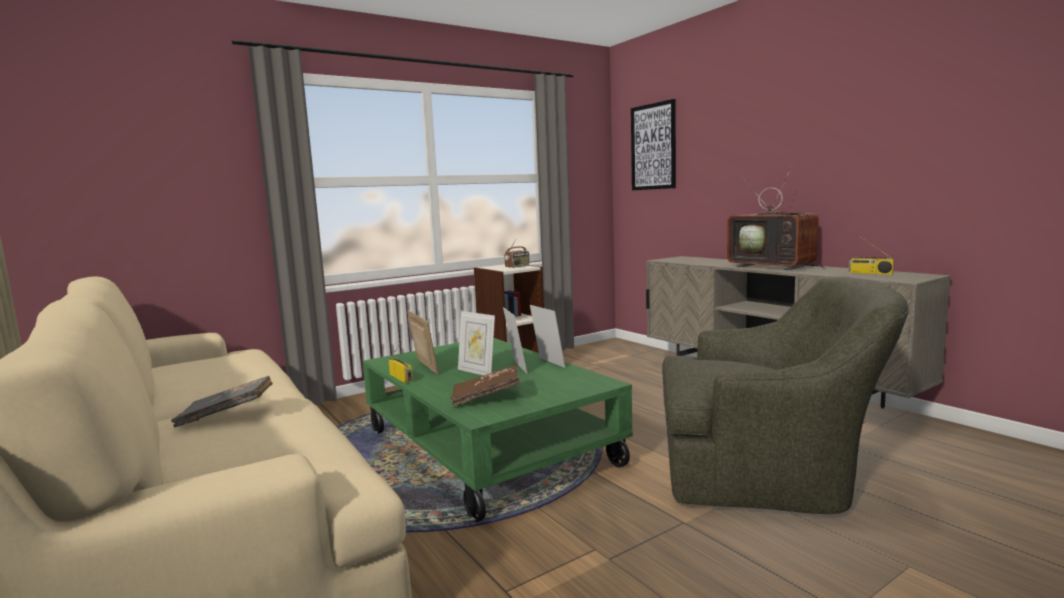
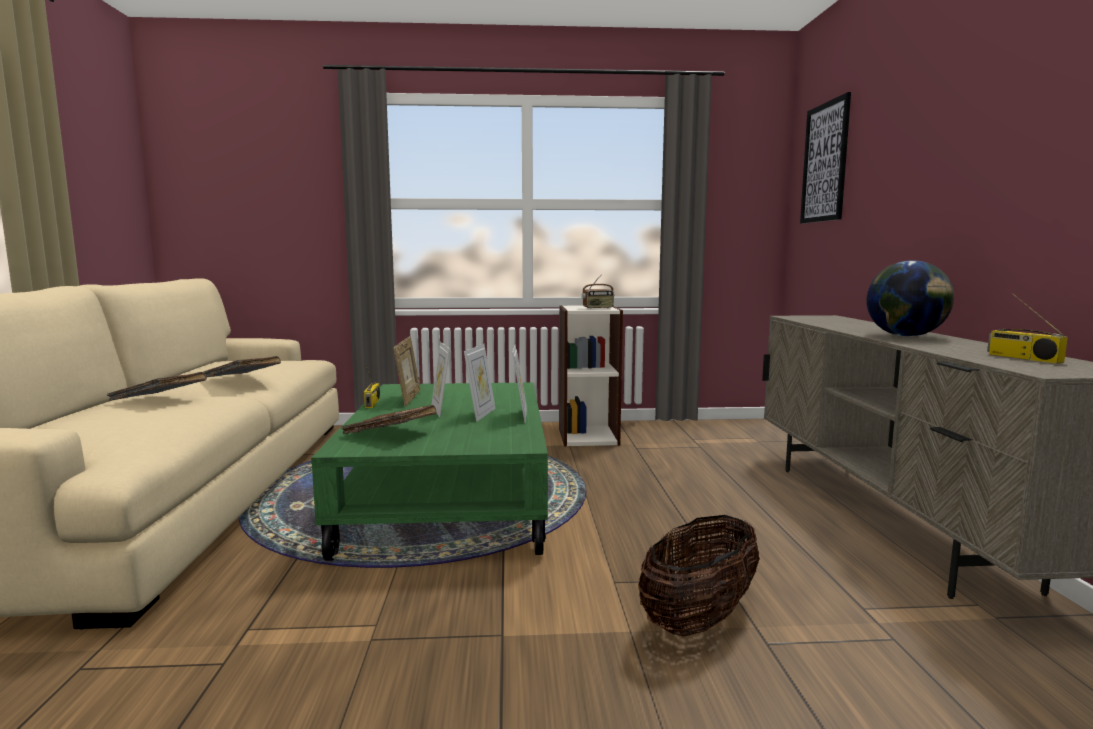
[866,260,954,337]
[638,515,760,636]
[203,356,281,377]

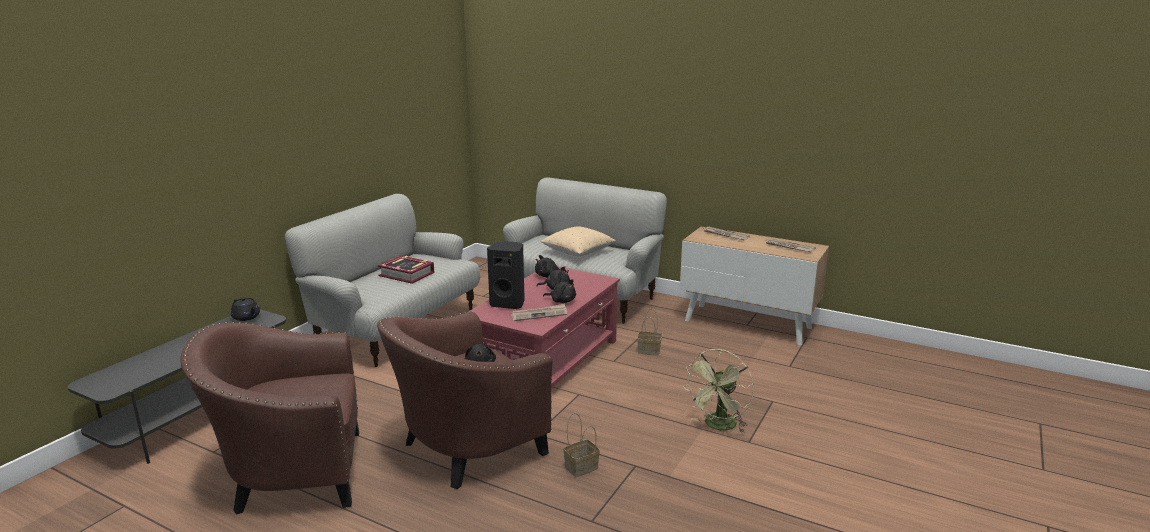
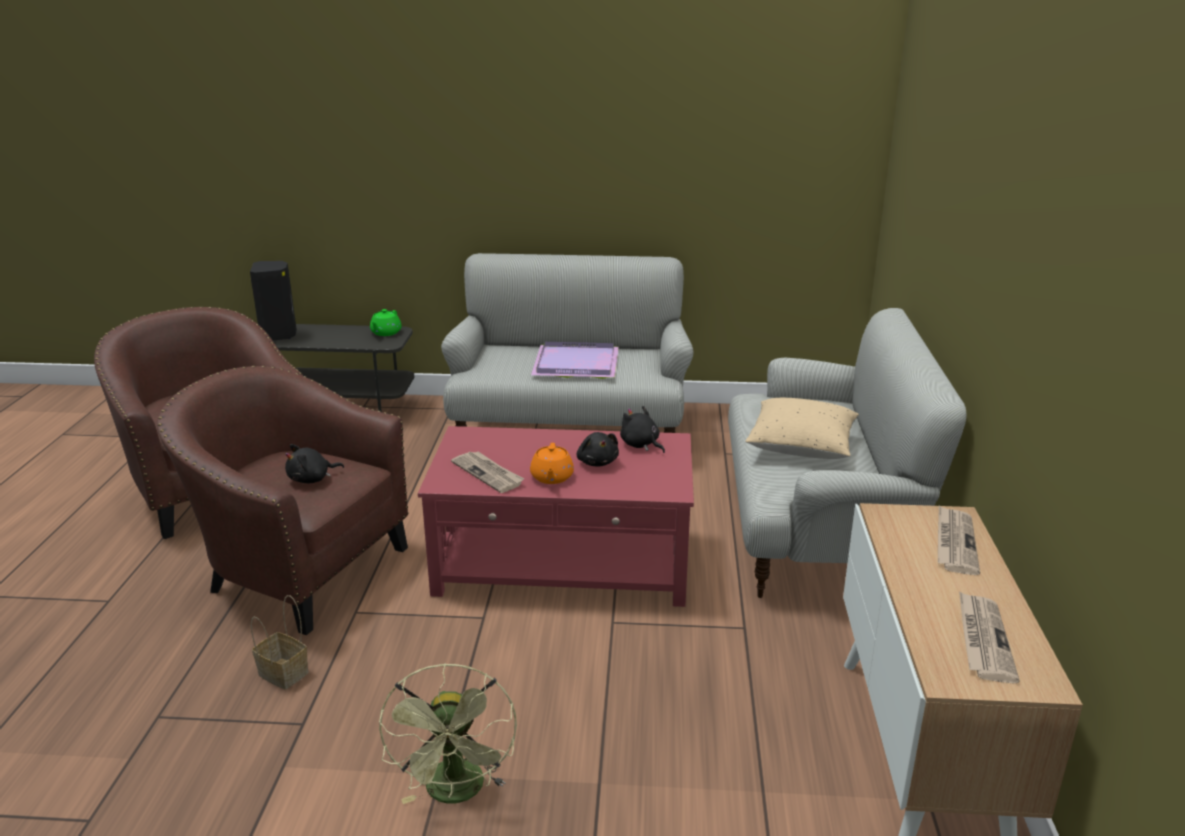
[250,261,297,341]
[531,342,619,379]
[530,443,574,484]
[370,309,402,336]
[637,309,662,356] (first image)
[379,663,517,804]

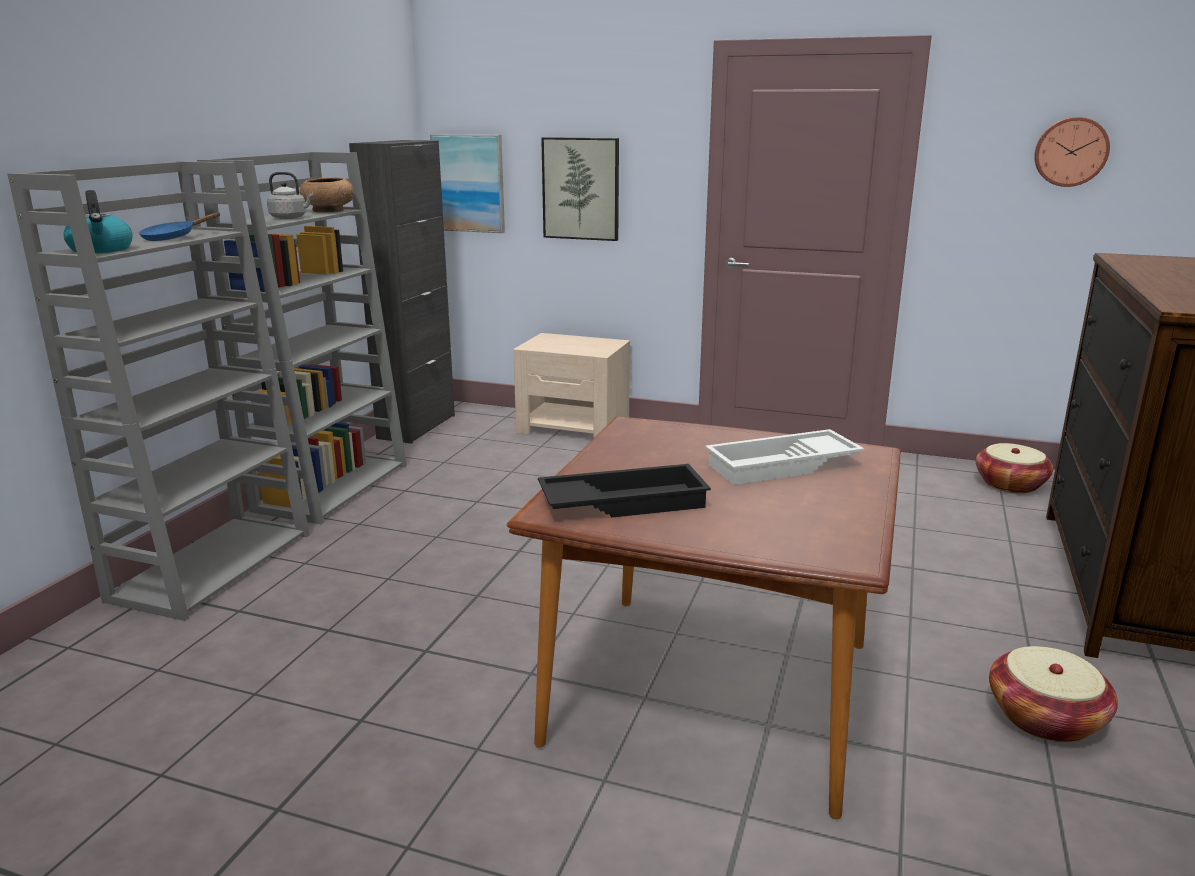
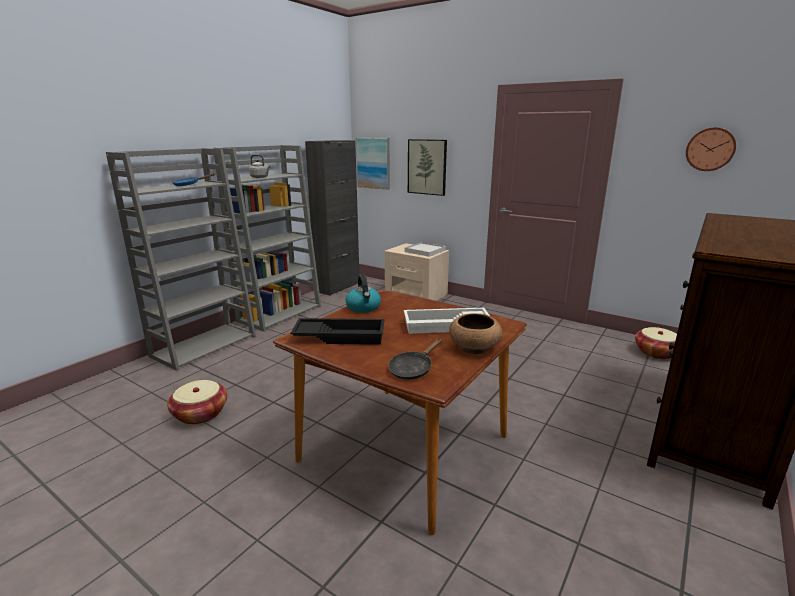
[449,313,502,354]
[346,275,381,313]
[167,380,227,425]
[405,242,446,257]
[388,338,442,380]

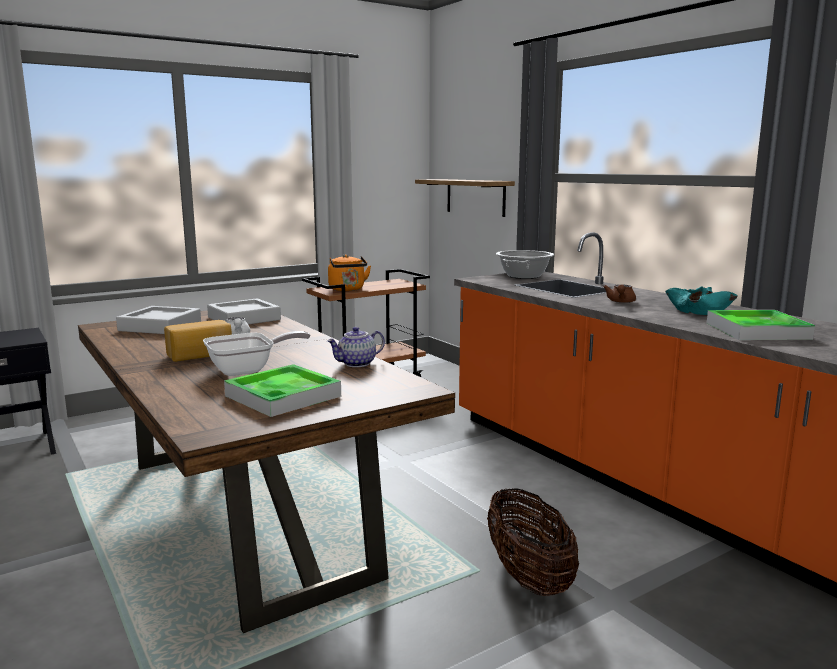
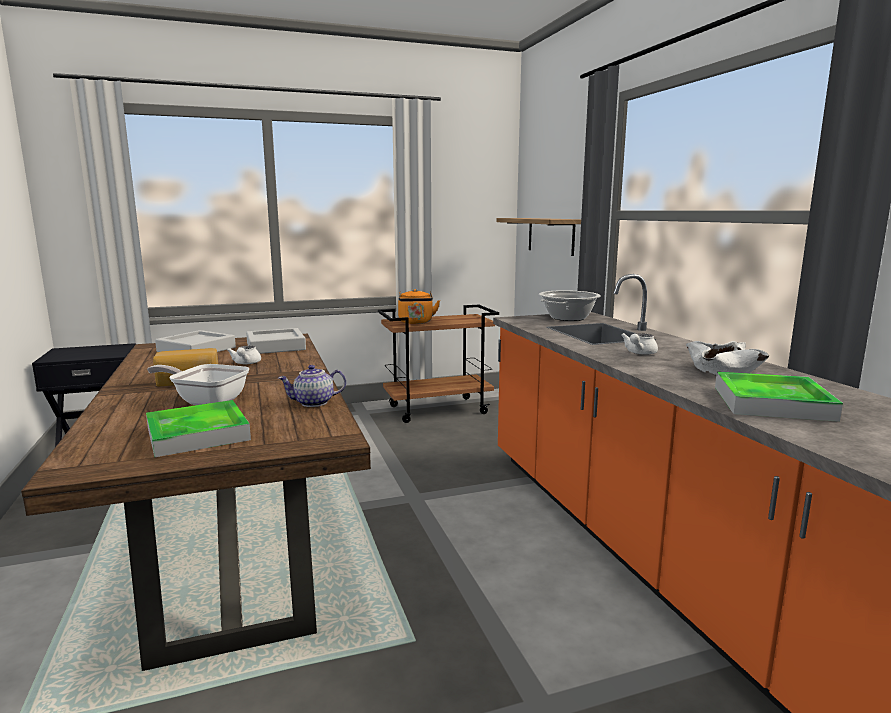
[621,333,658,355]
[686,341,770,375]
[147,364,249,405]
[487,488,579,596] (first image)

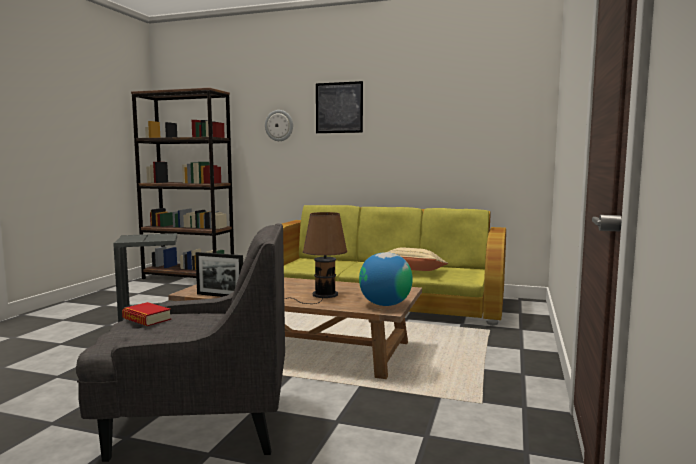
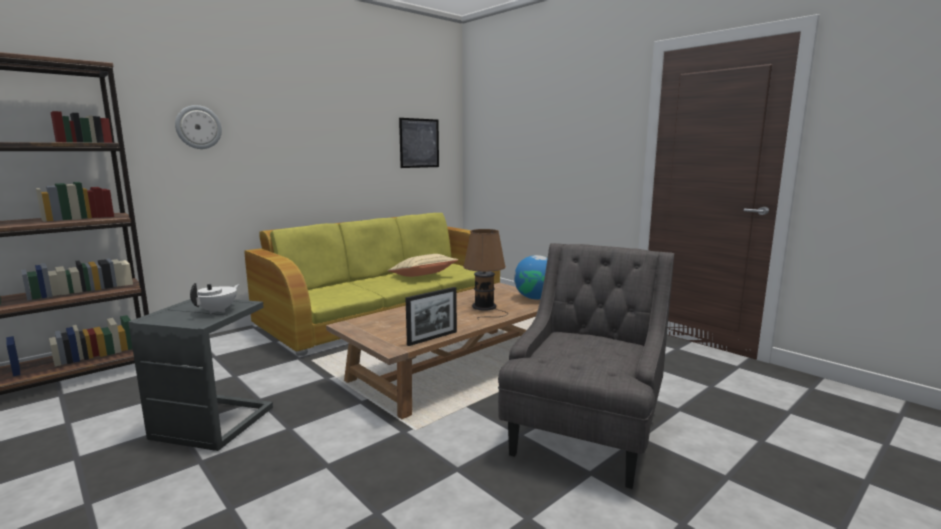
[399,118,439,168]
[122,302,171,326] (first image)
[190,283,240,314]

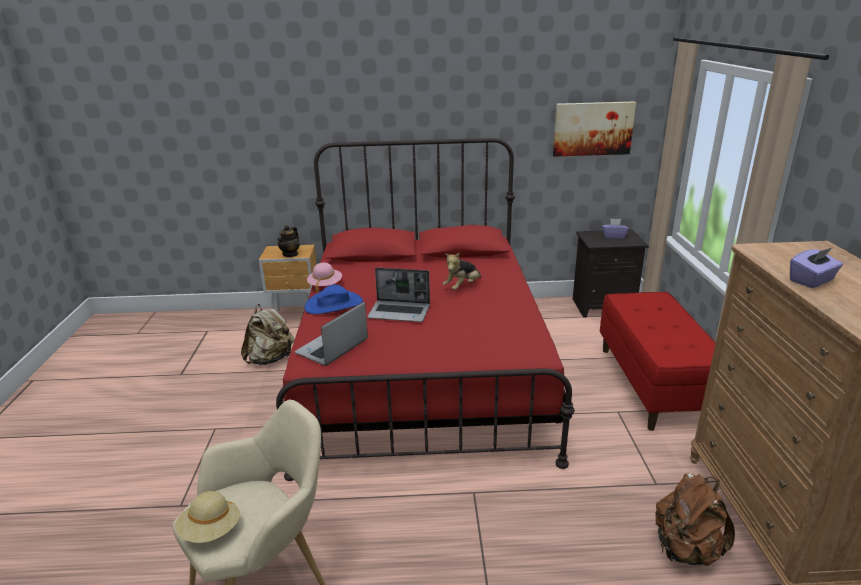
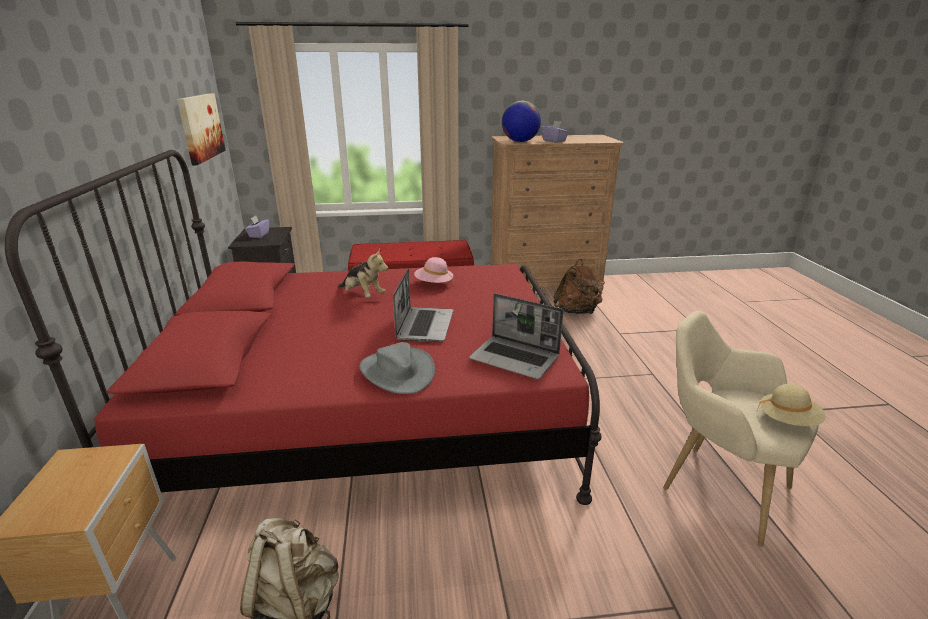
[277,225,300,257] (first image)
[414,257,454,285]
[359,342,435,394]
[502,101,541,142]

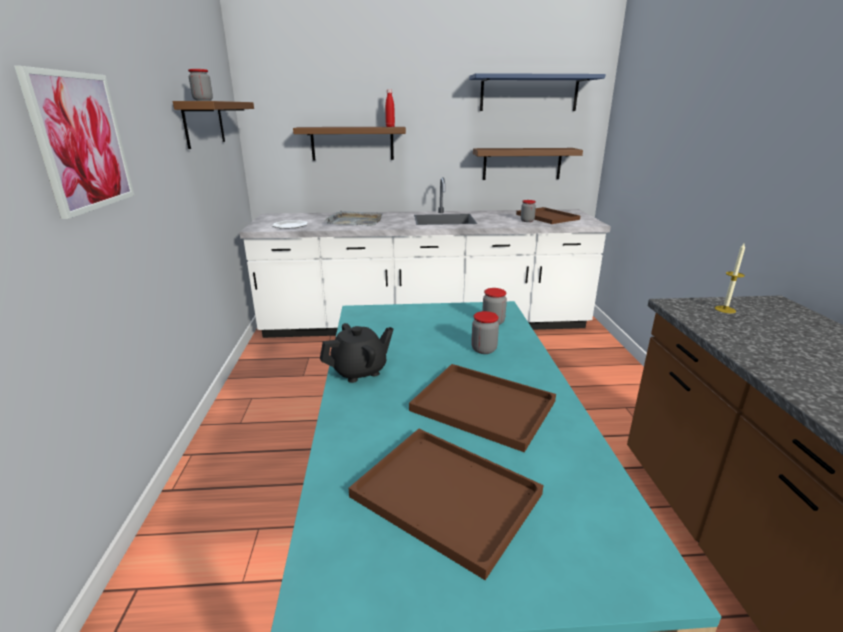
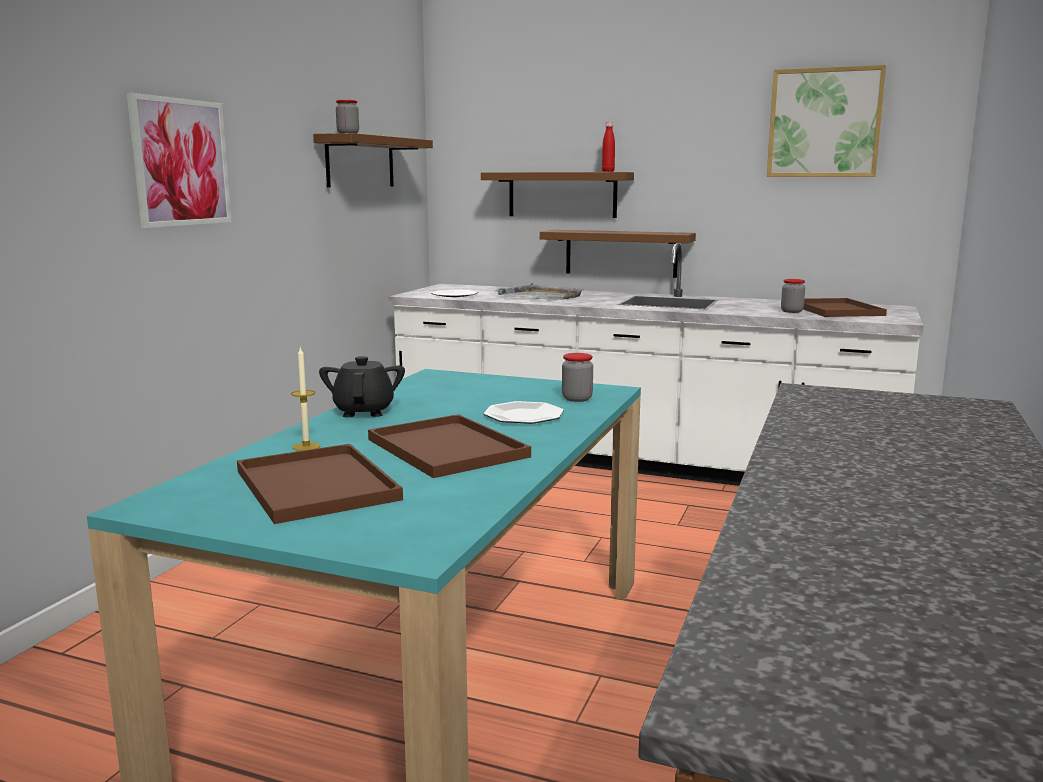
[767,65,886,177]
[540,230,696,278]
[291,348,320,451]
[484,401,564,424]
[319,356,405,417]

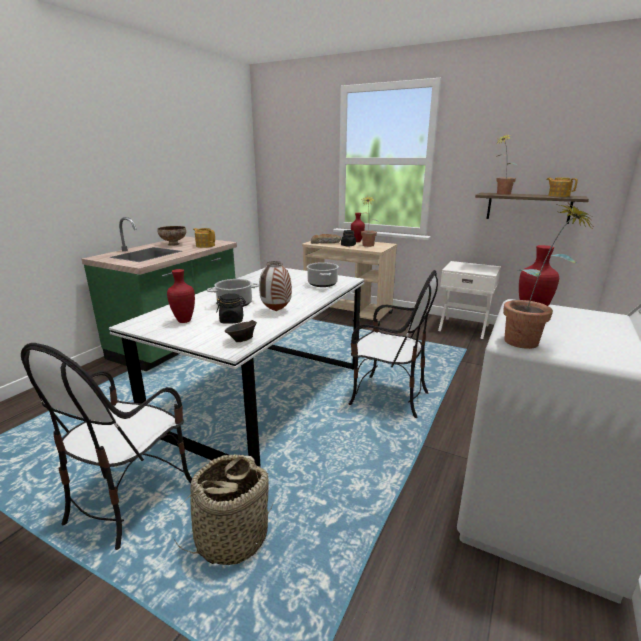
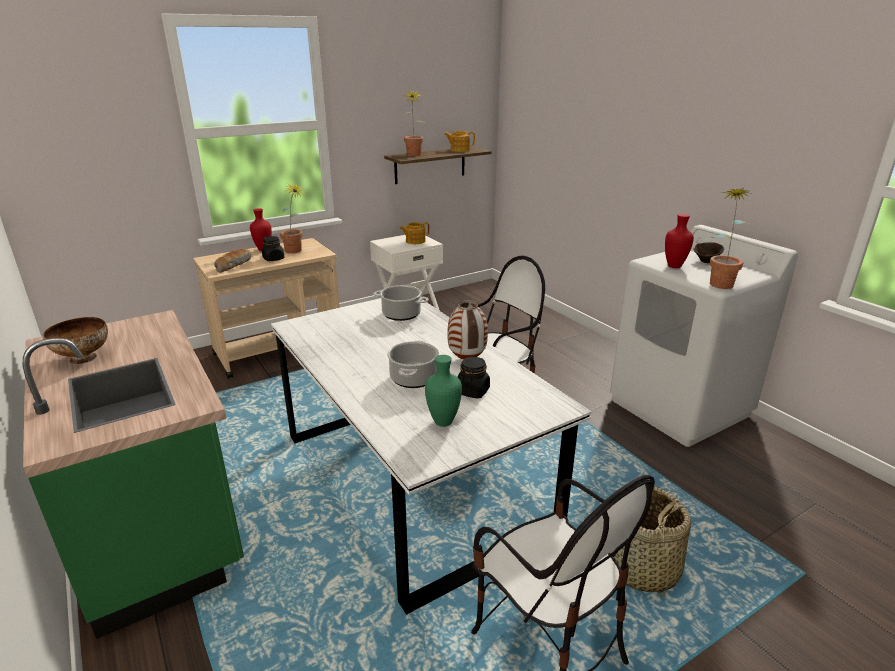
[400,222,430,244]
[425,355,462,427]
[693,242,724,263]

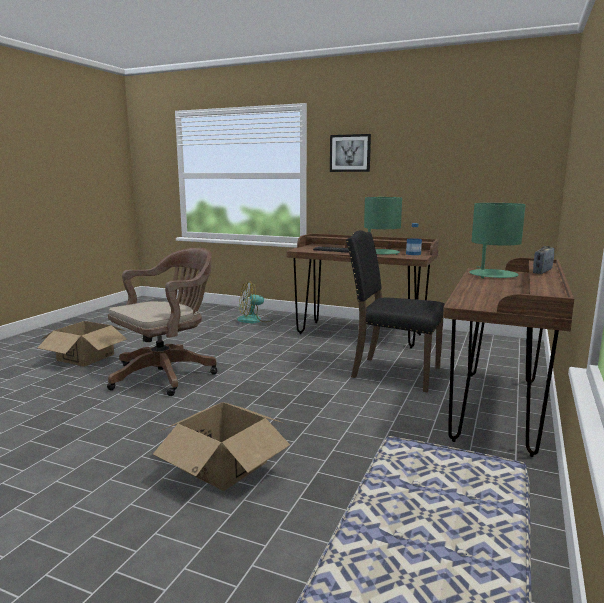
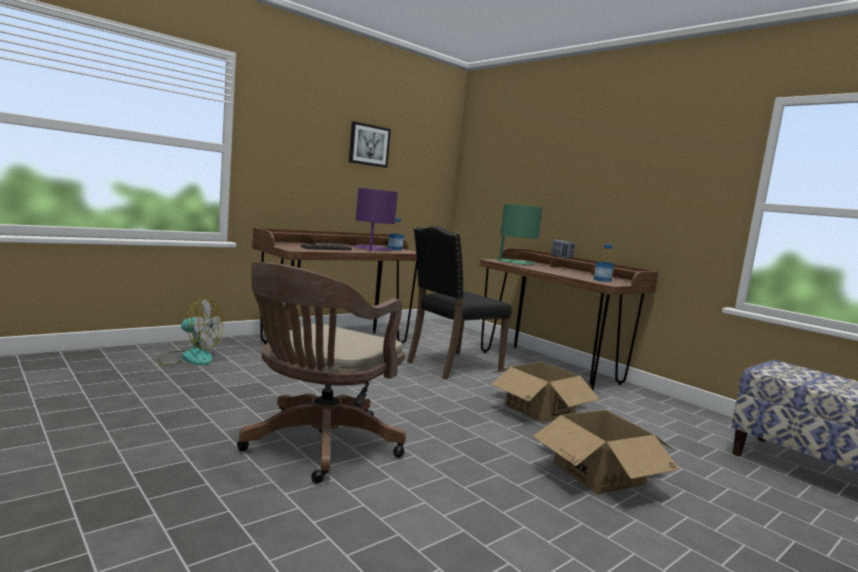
[349,121,391,168]
[354,188,398,251]
[237,262,406,484]
[158,298,223,366]
[491,362,600,423]
[594,244,614,282]

